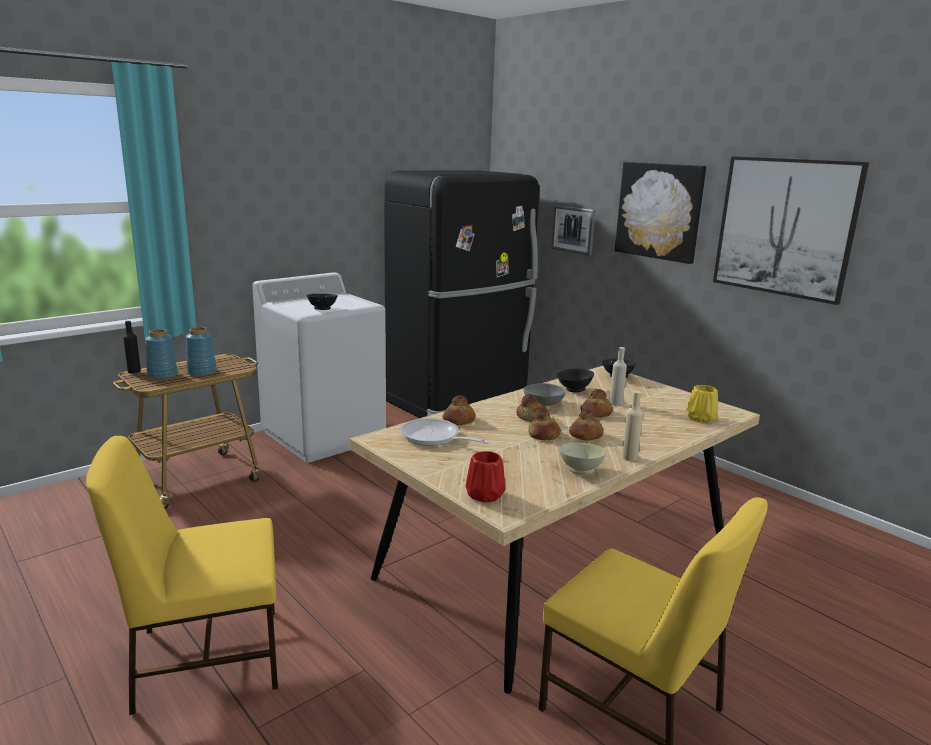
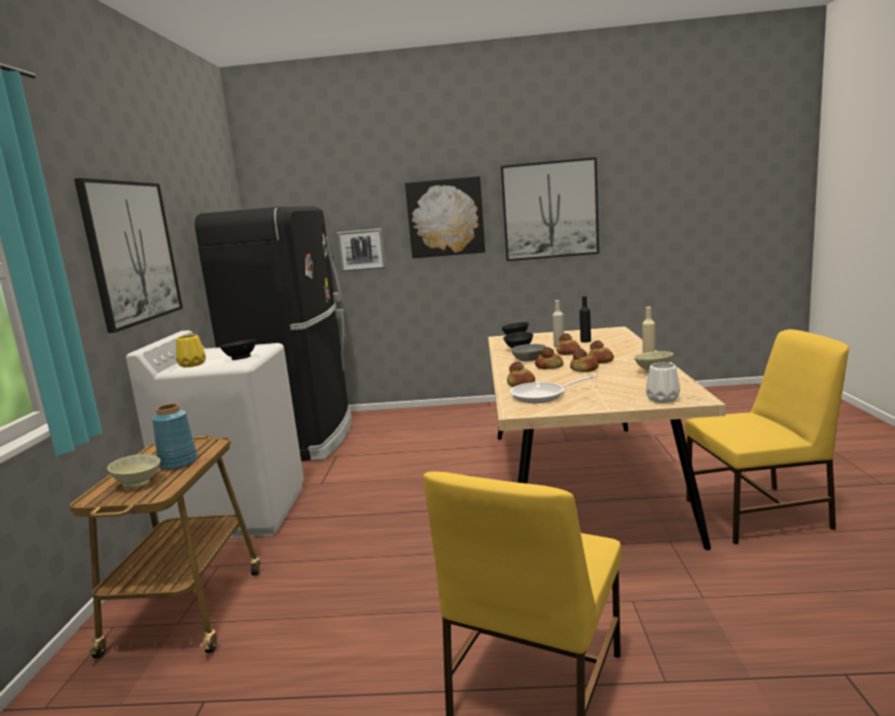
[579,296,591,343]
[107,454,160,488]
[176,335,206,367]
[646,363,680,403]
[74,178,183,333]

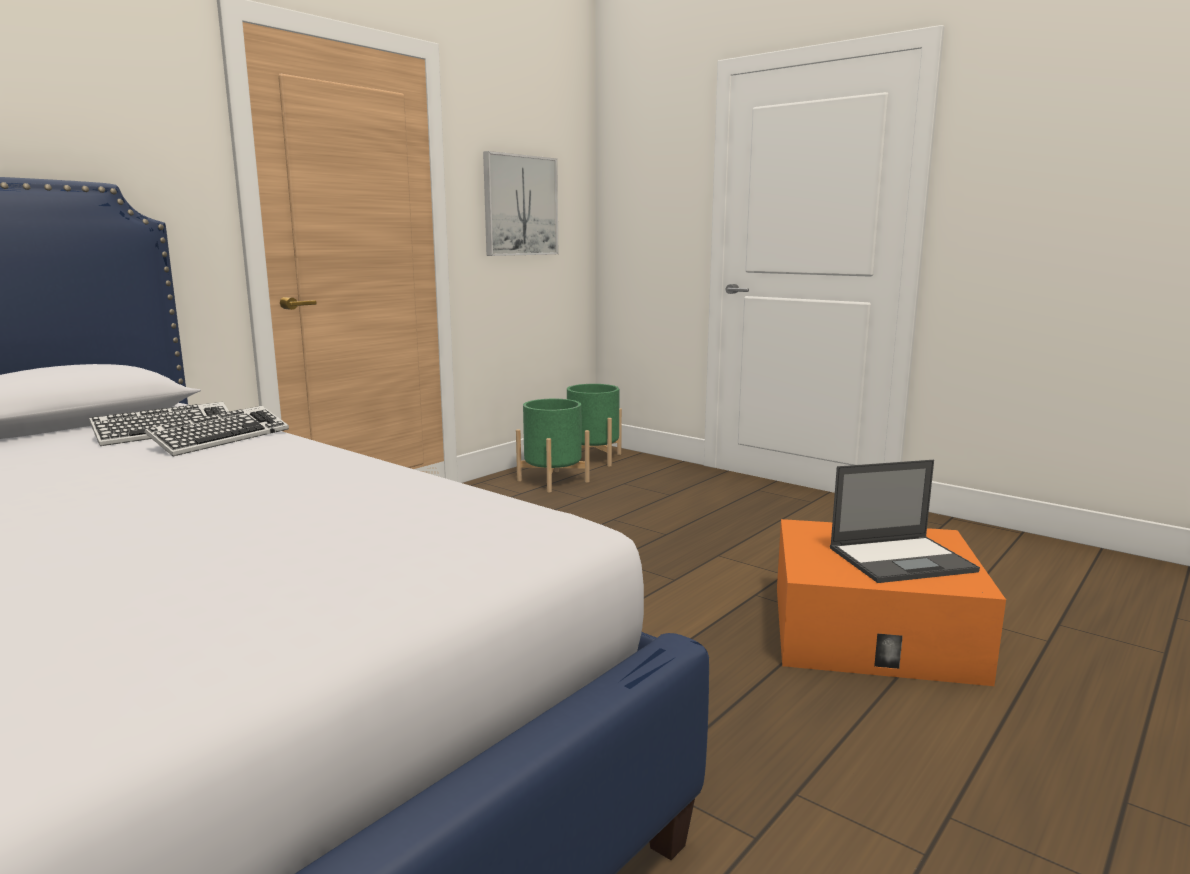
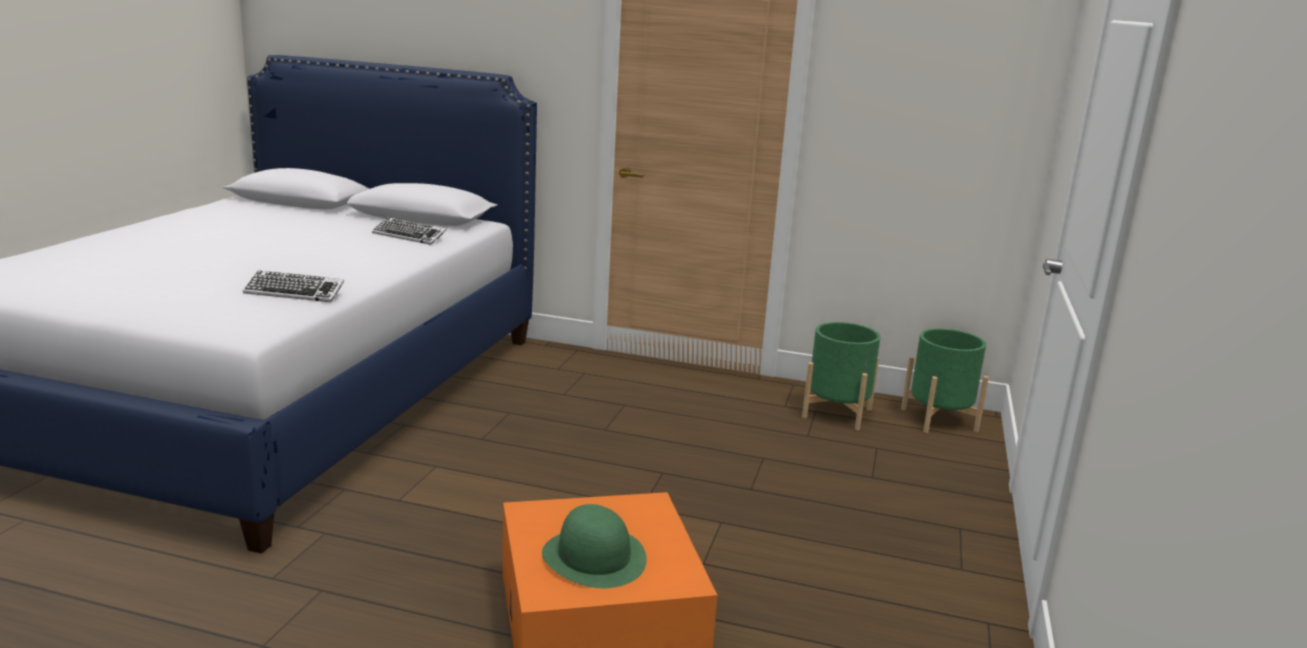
[483,151,558,256] (first image)
[243,270,344,302]
[542,504,647,588]

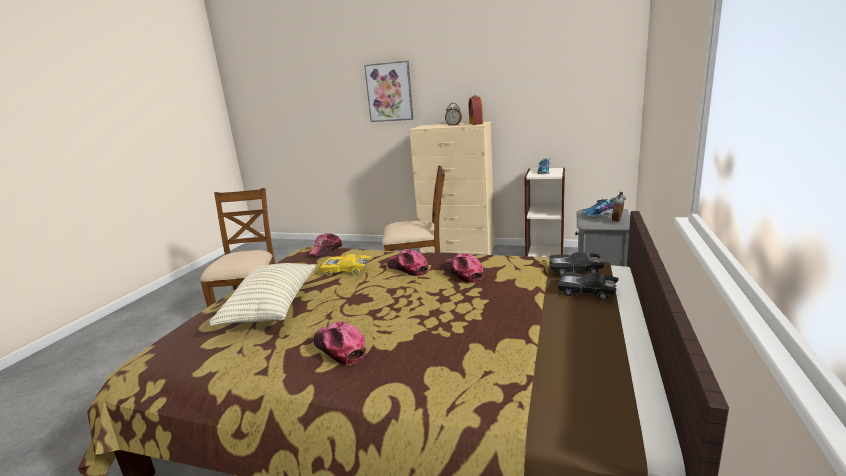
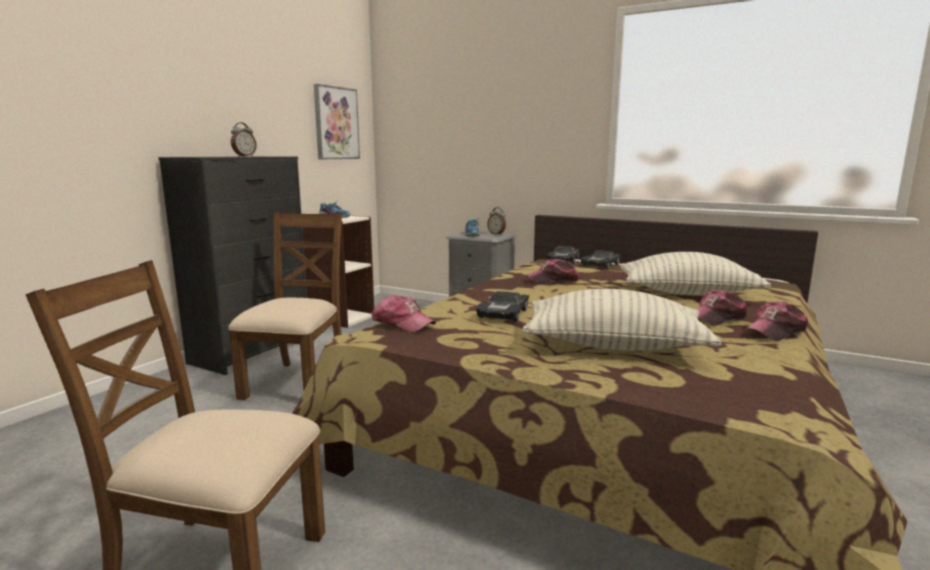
[314,84,360,159]
[469,95,483,125] (first image)
[158,156,307,375]
[744,301,808,341]
[476,291,529,322]
[620,252,771,296]

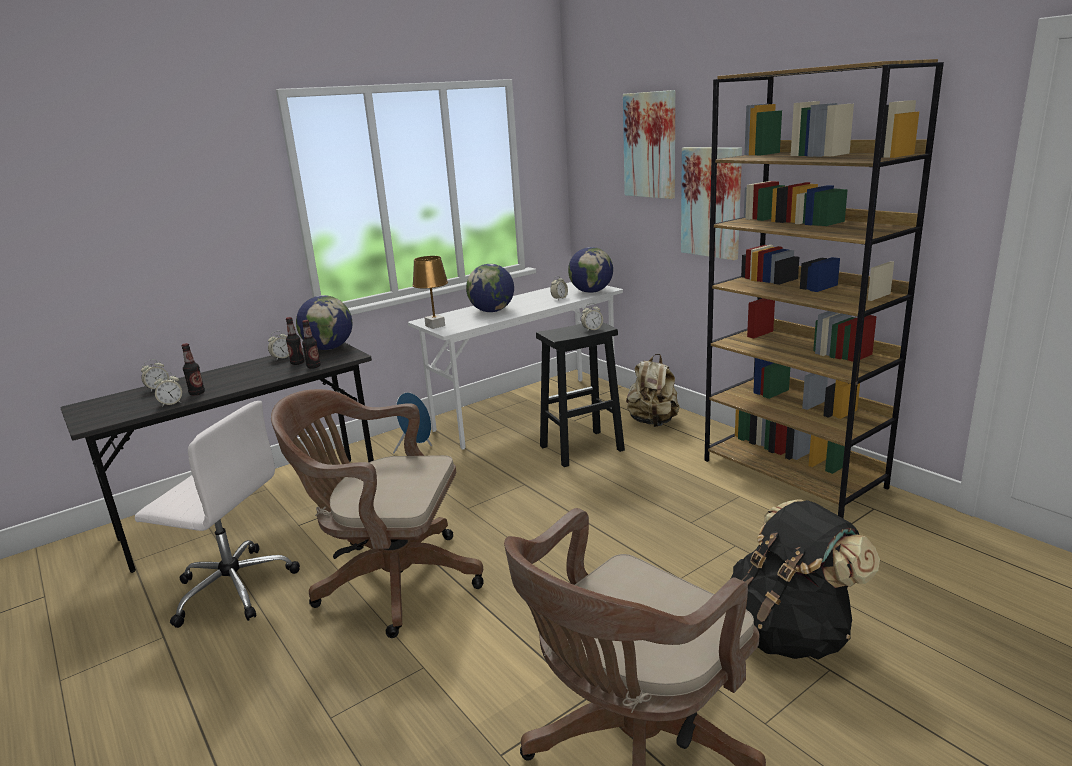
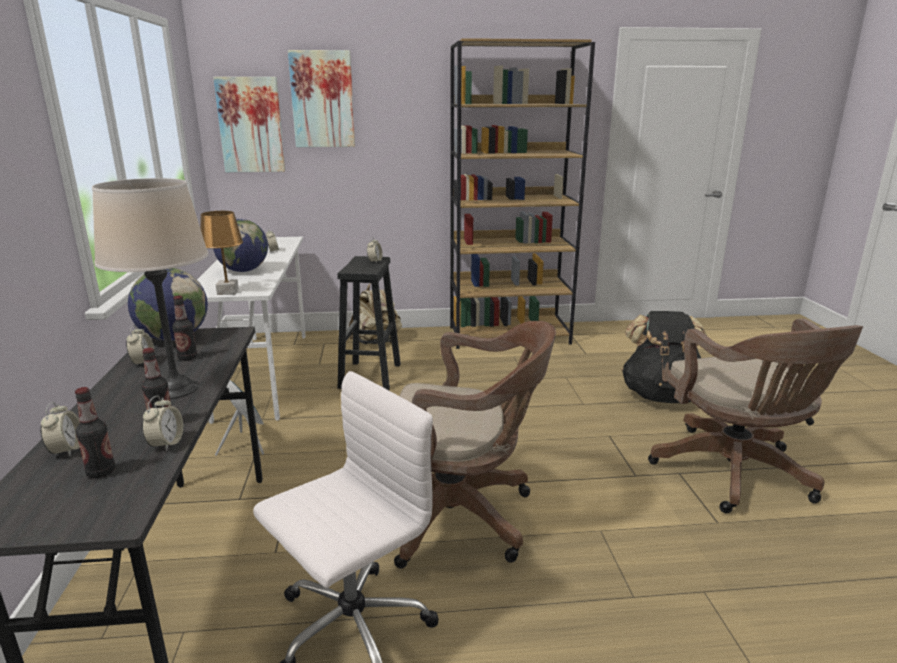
[213,77,285,172]
[568,247,613,293] (first image)
[75,387,116,478]
[394,321,556,569]
[92,178,208,399]

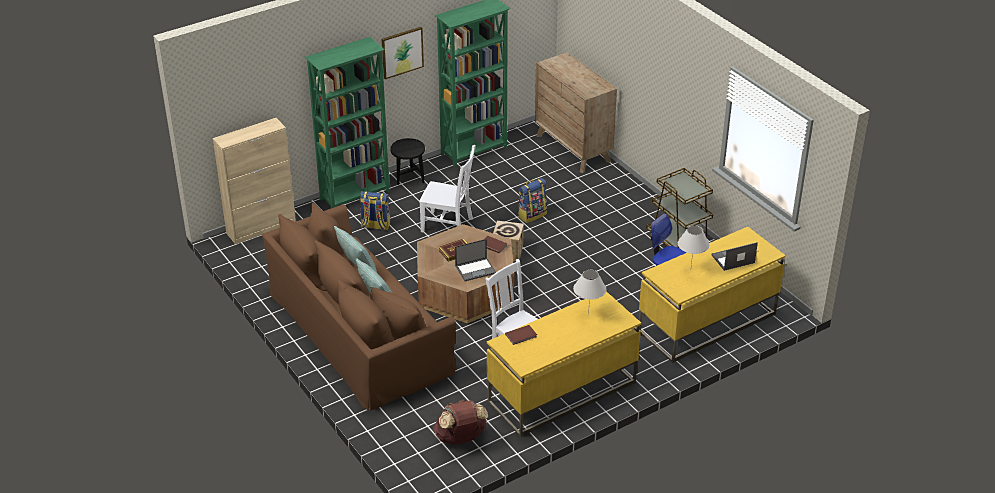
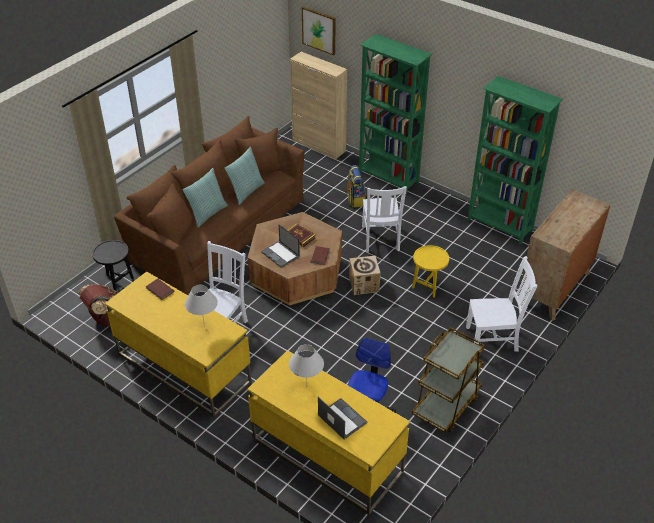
[302,7,335,55]
[92,240,134,291]
[412,245,449,298]
[466,256,537,352]

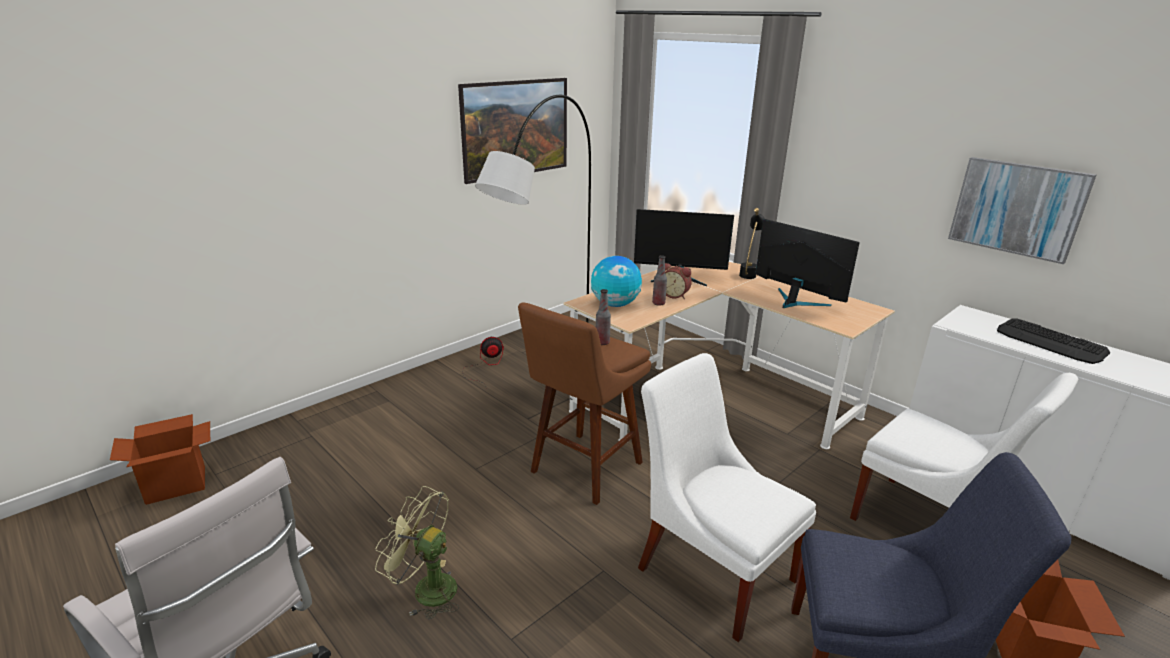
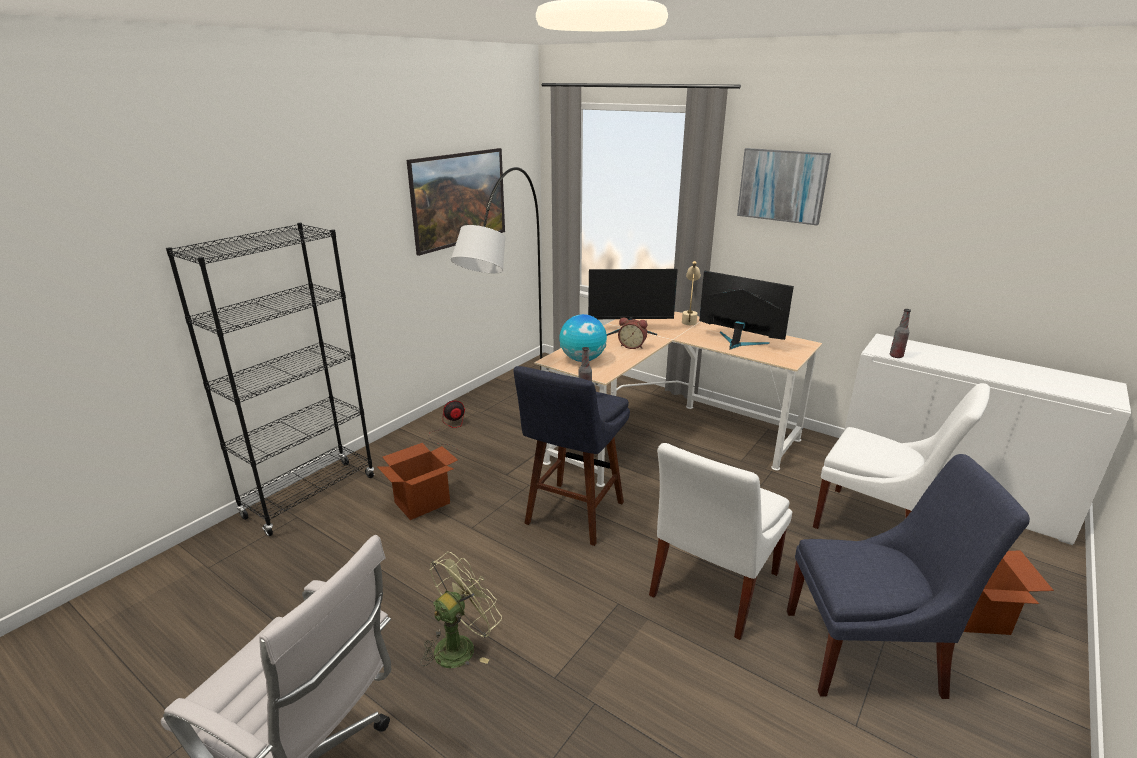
[737,148,831,225]
[682,261,701,325]
[890,309,911,358]
[513,366,630,546]
[997,318,1111,364] (first image)
[649,443,792,640]
[377,443,458,520]
[420,552,502,668]
[166,223,375,536]

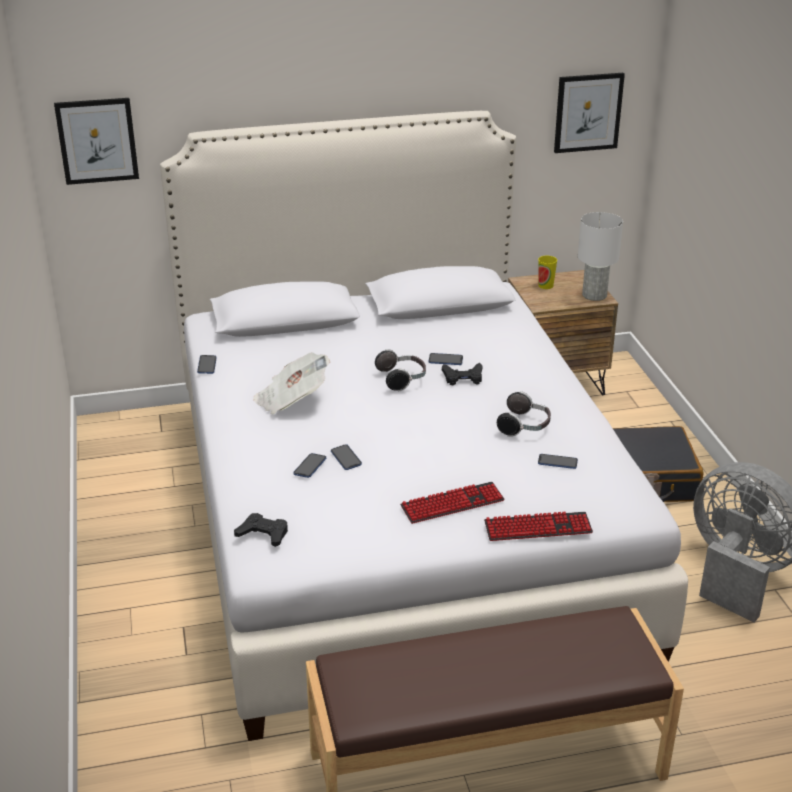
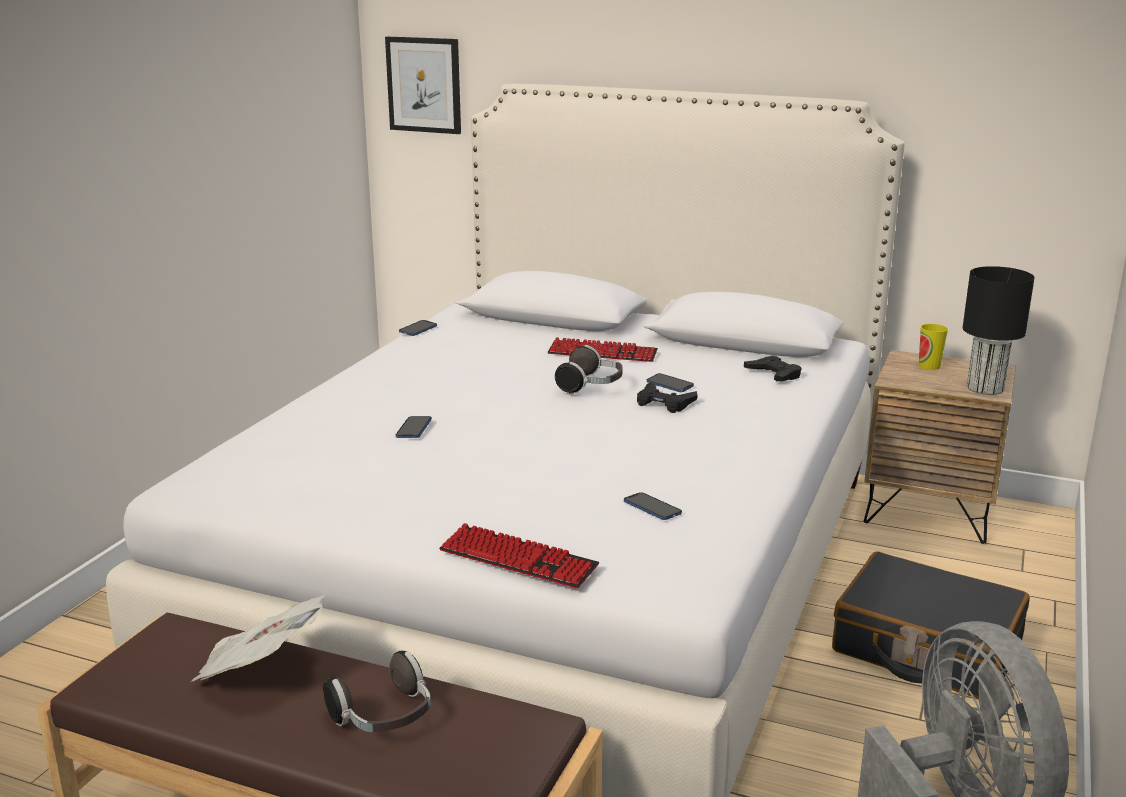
[554,73,625,153] (first image)
[963,266,1035,395]
[191,595,325,682]
[323,651,431,732]
[293,453,326,478] (first image)
[547,337,658,362]
[744,356,801,381]

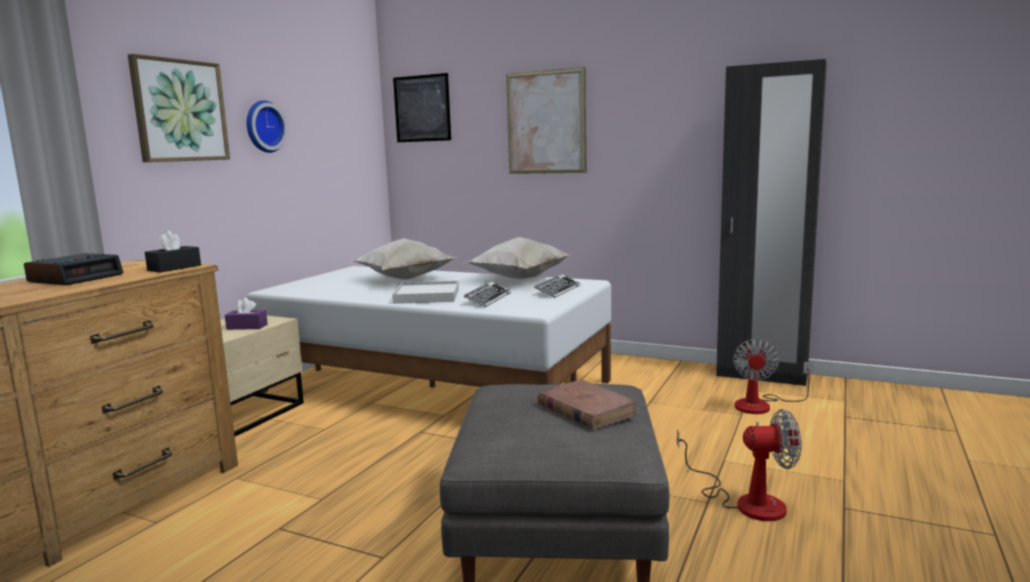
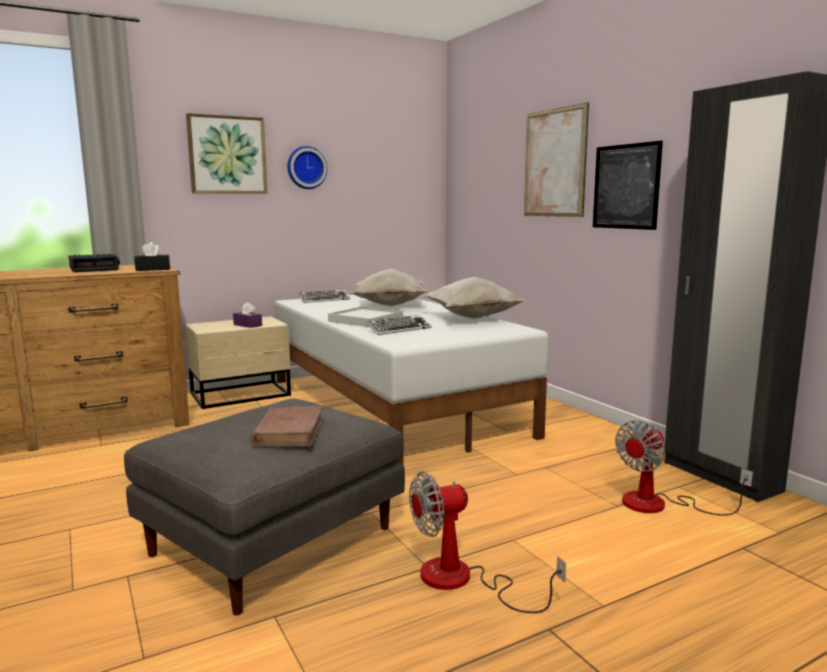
[593,141,663,230]
[299,290,350,303]
[409,472,566,613]

